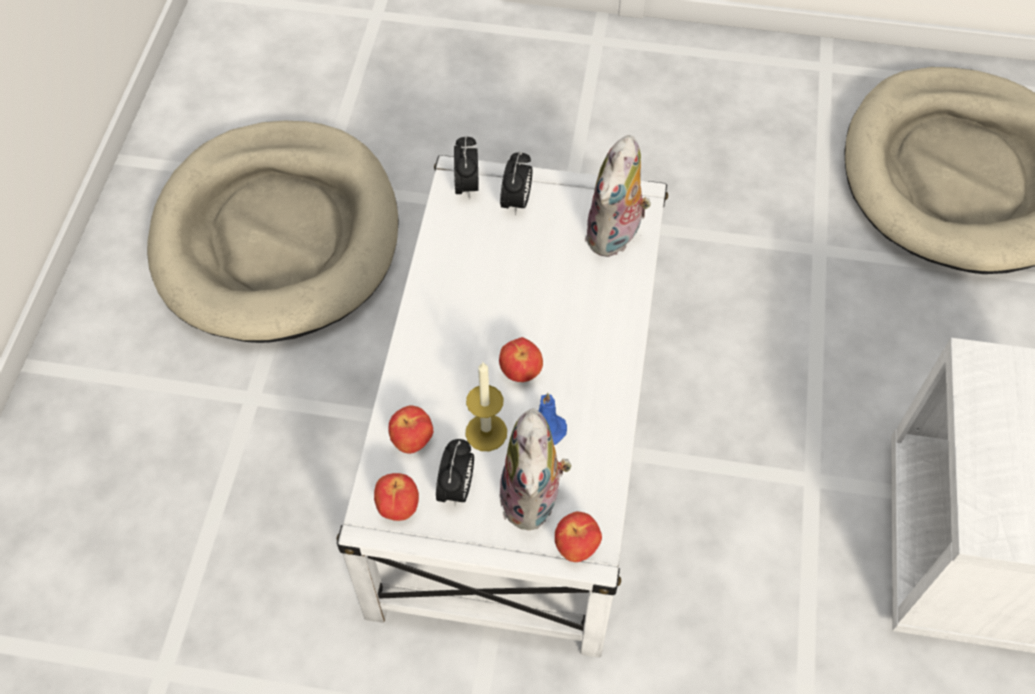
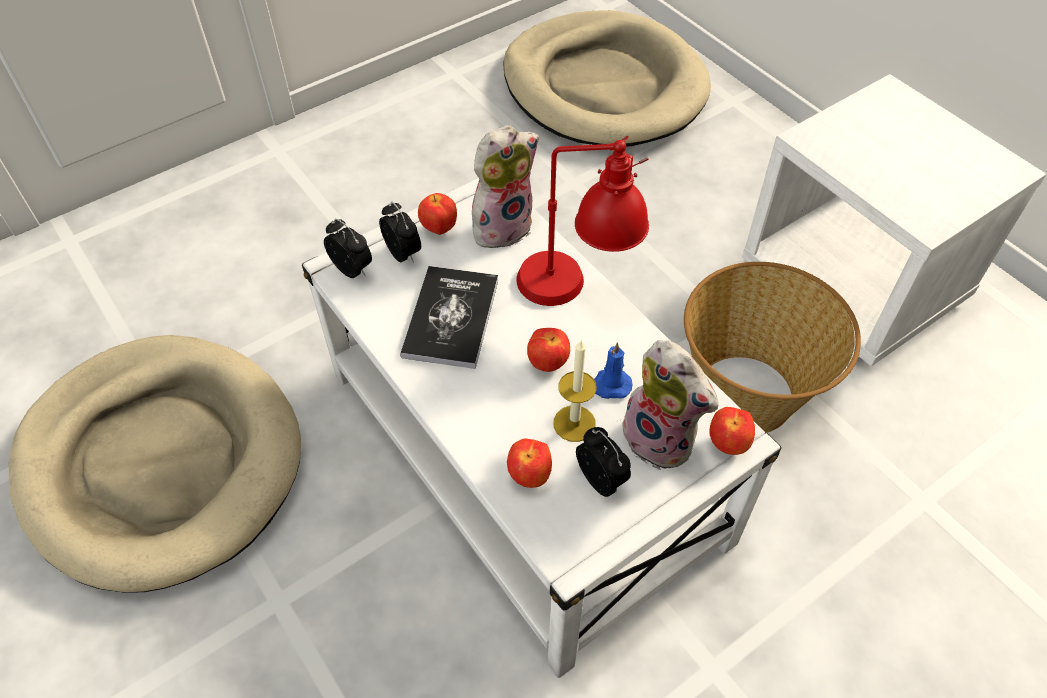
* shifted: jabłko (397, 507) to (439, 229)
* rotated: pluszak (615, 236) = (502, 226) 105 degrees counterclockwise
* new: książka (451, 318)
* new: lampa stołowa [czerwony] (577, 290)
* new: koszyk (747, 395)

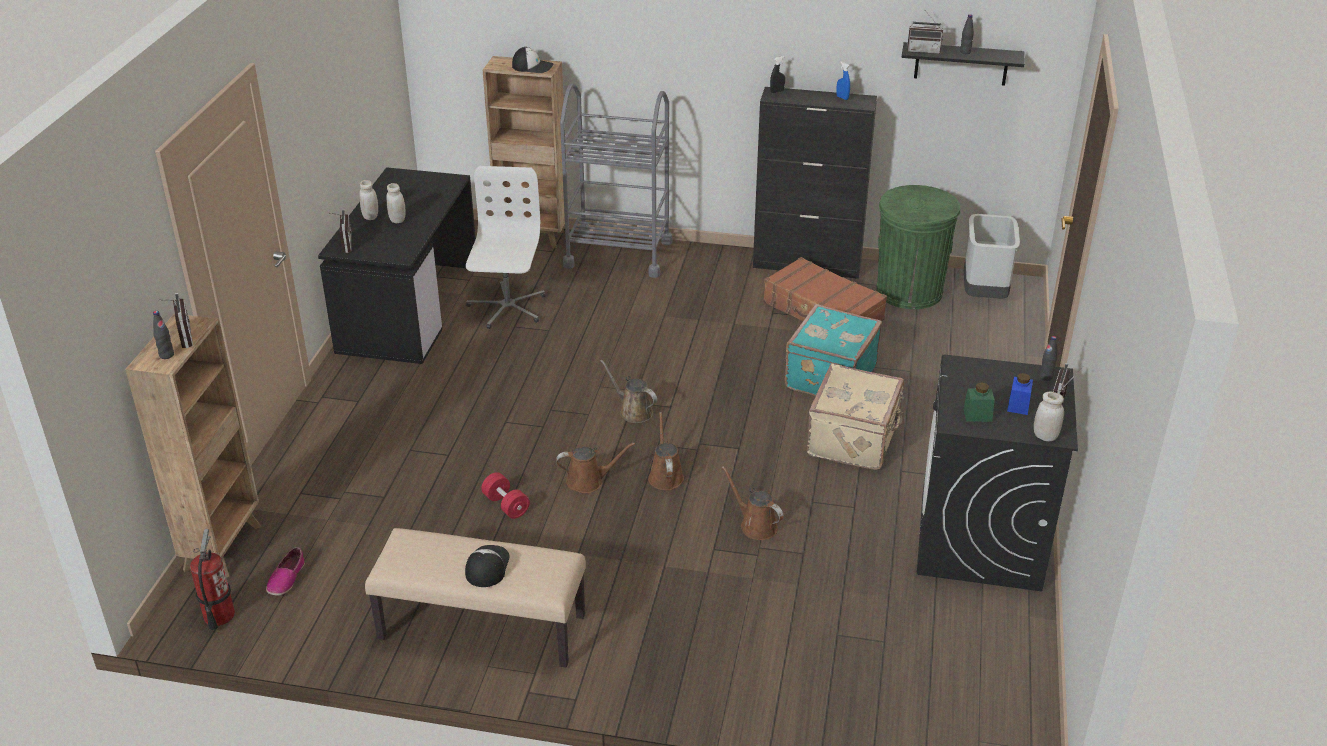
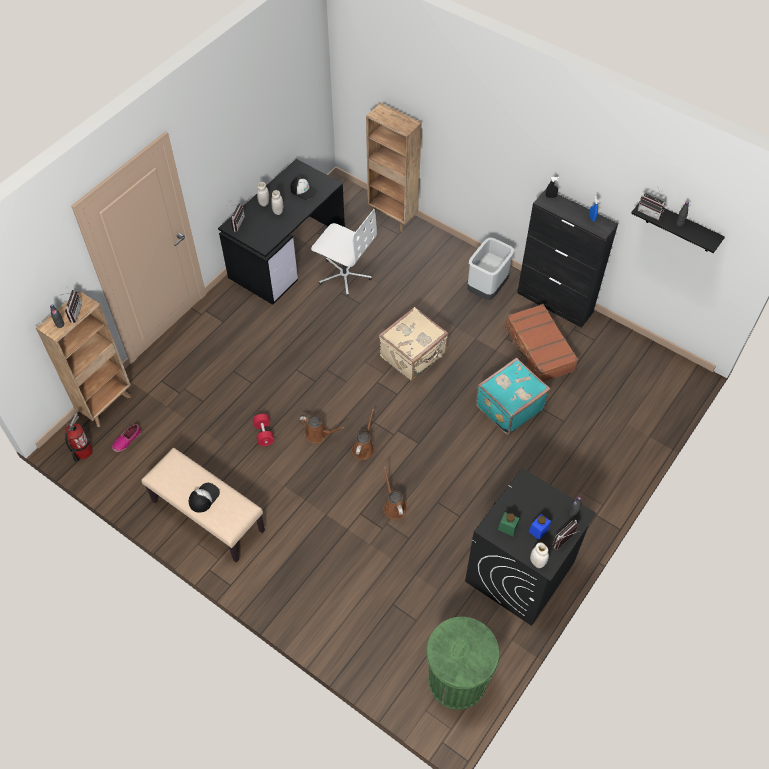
* rotated: krzesło biurowe [biały] (507, 308) = (344, 275) 90 degrees clockwise
* shifted: czapka z daszkiem (533, 66) to (303, 190)
* gone: wózek [szary] (618, 254)
* gone: konewka [brązowy] (633, 411)
* shifted: walizka [beżowy] (854, 440) to (413, 355)
* shifted: kosz na śmieci [zielony] (909, 291) to (457, 680)
* shifted: kosz na śmieci [szary] (985, 294) to (487, 289)

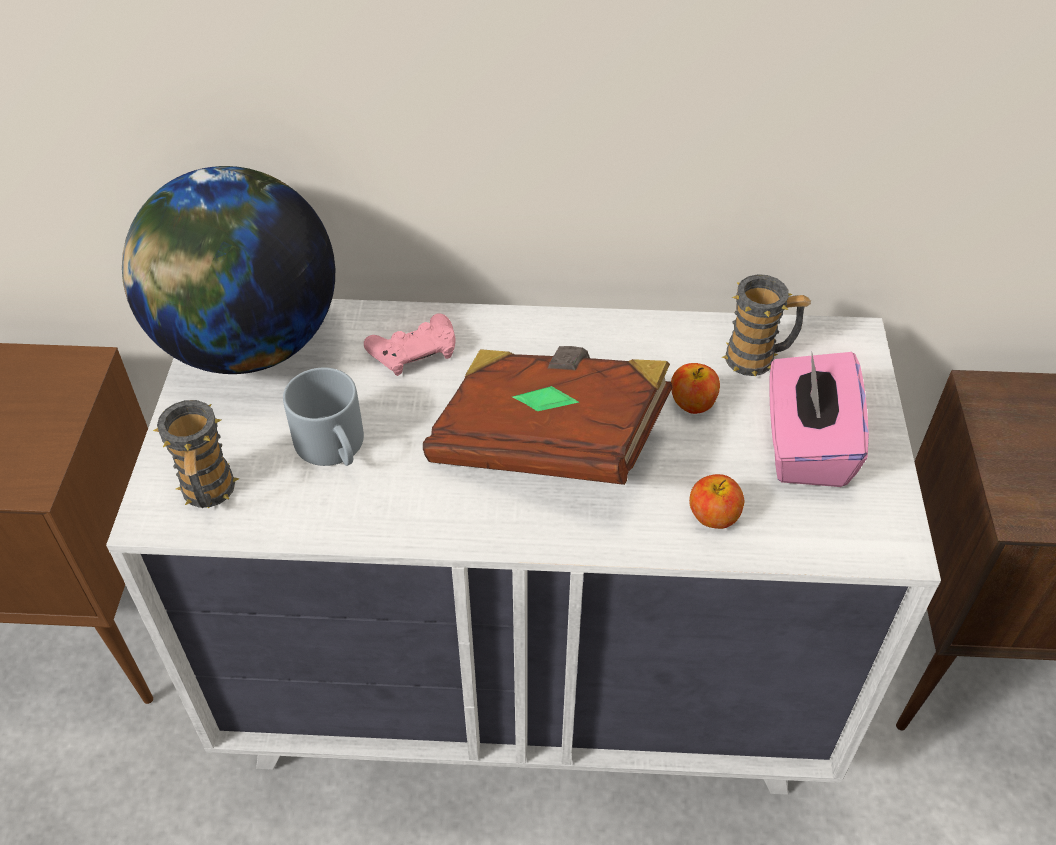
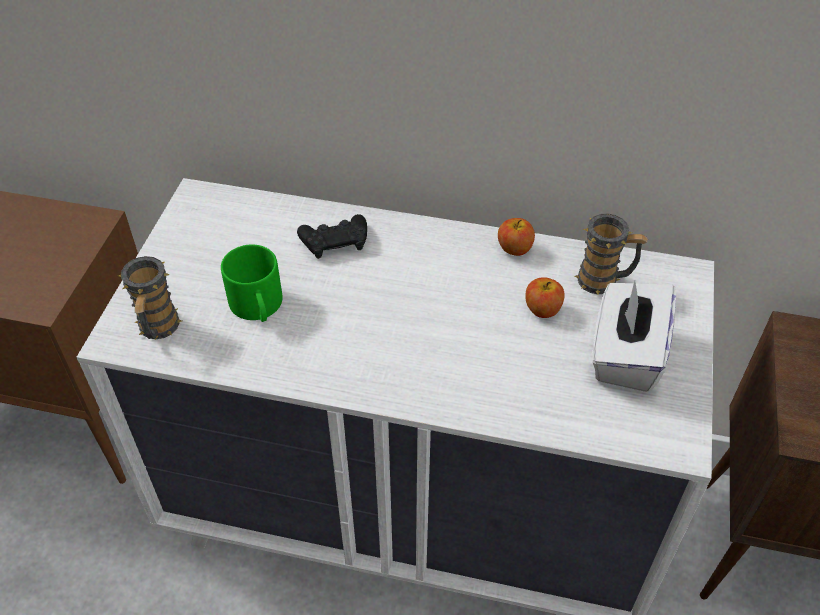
* gone: globus (248, 344)
* repainted: kubek [szary] (335, 447) to kubek [zielony] (259, 307)
* repainted: pad do gier [różowy] (414, 351) to pad do gier [czarny] (335, 241)
* gone: książka [brązowy] (548, 442)
* shifted: jabłko (713, 516) to (514, 249)
* repainted: pudełko chusteczek [różowy] (805, 445) to pudełko chusteczek [biały] (625, 355)

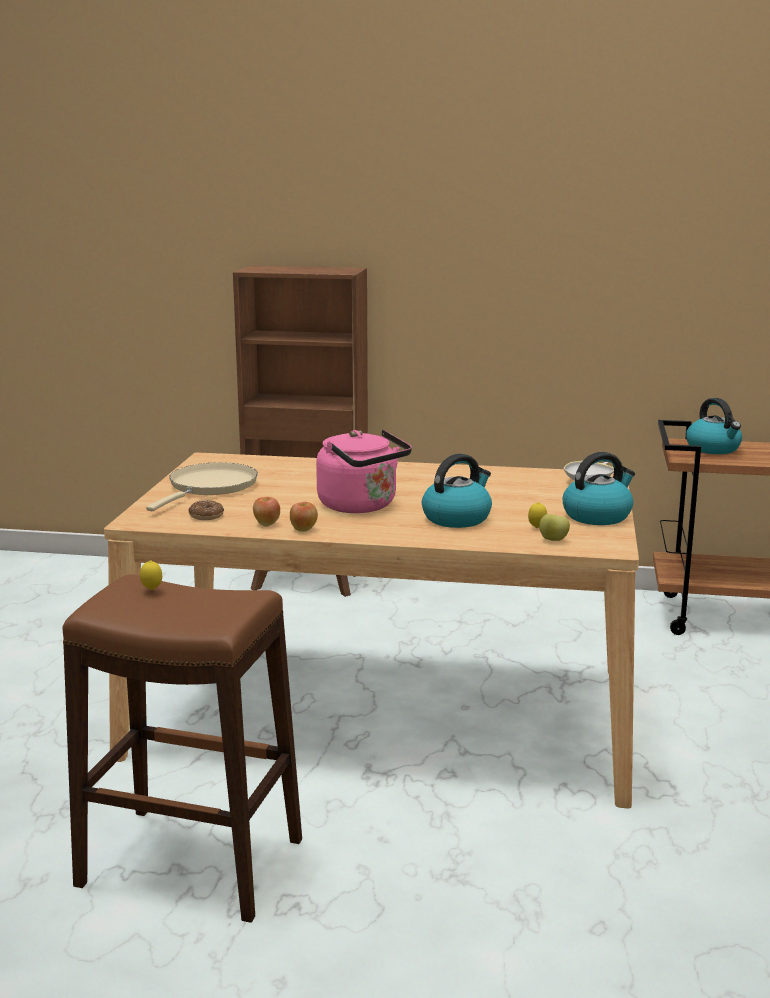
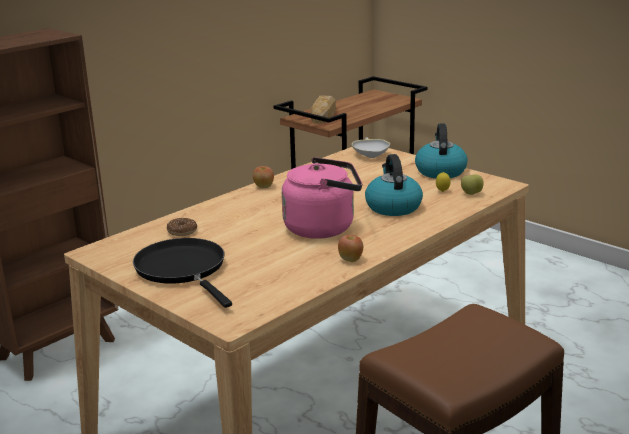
* gone: cytryna (152, 590)
* repainted: patelnia [beżowy] (210, 487) to patelnia [czarny] (183, 269)
* shifted: donut (206, 516) to (182, 231)
* shifted: jabłko (266, 524) to (263, 187)
* swapped: czajnik (714, 449) to chleb (324, 115)

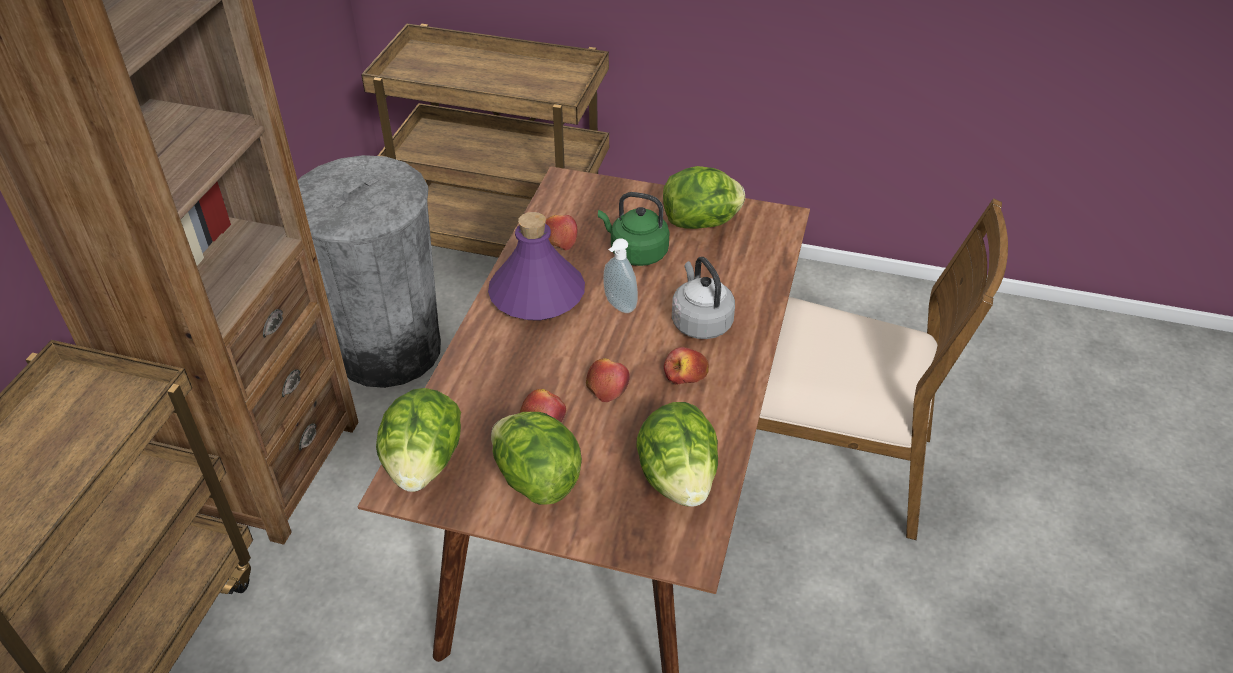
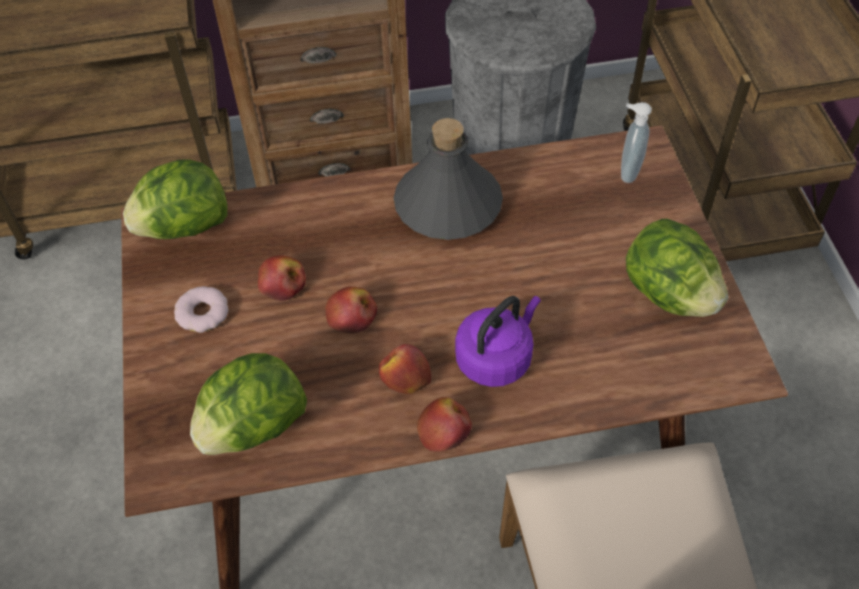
* repainted: butelka [fioletowy] (536, 295) to butelka [szary] (447, 205)
* swapped: sałata (536, 479) to donut (203, 313)
* shifted: jabłko (559, 238) to (444, 429)
* gone: czajnik [zielony] (636, 253)
* shifted: dozownik mydła (618, 307) to (627, 171)
* repainted: czajnik [szary] (700, 321) to czajnik [fioletowy] (496, 358)

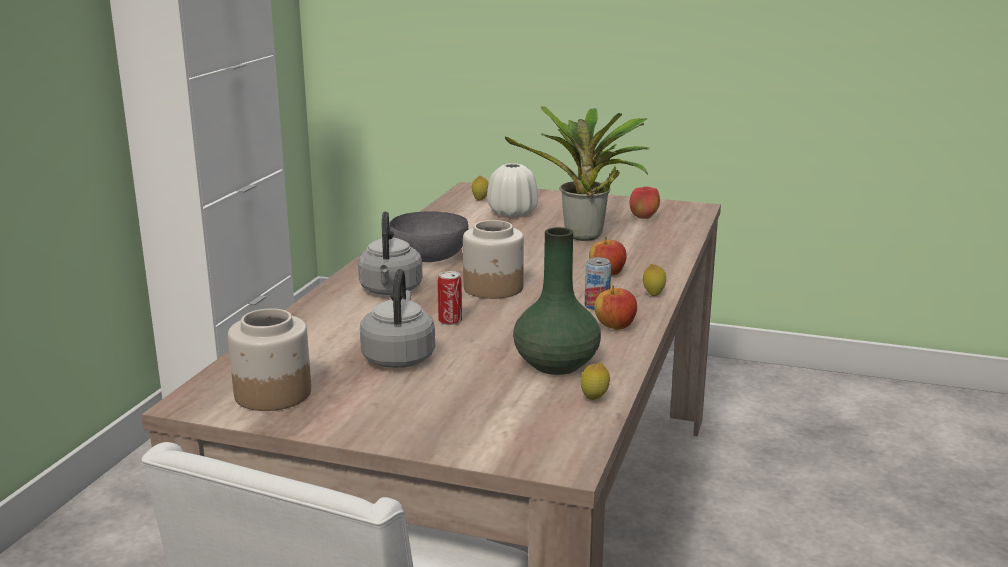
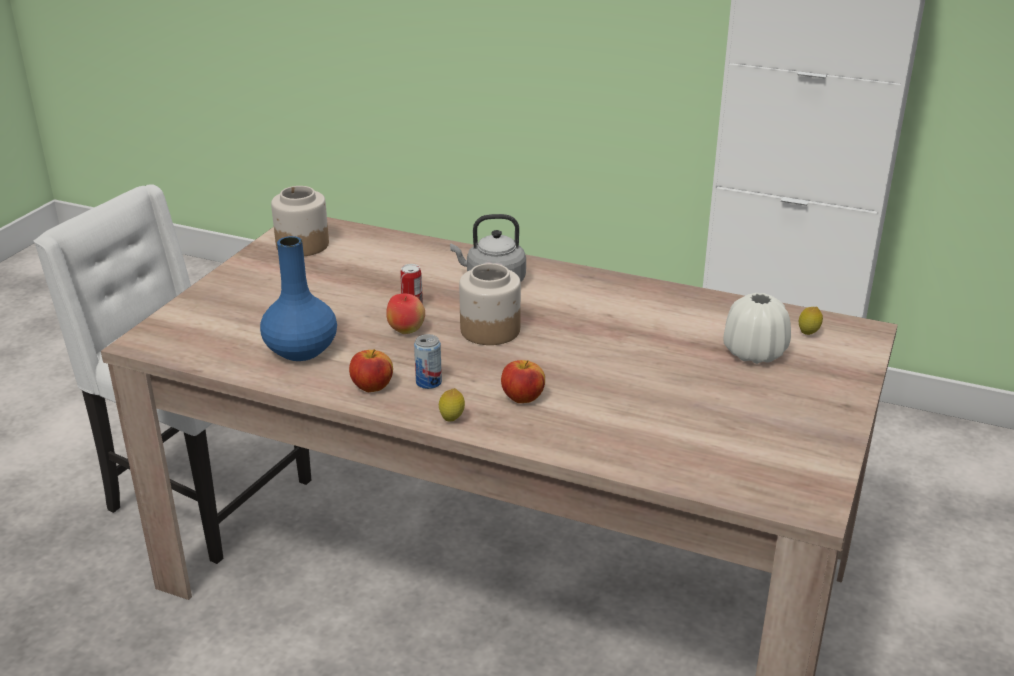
* gone: czajnik [szary] (399, 357)
* gone: miska [szary] (430, 256)
* gone: roślina doniczkowa (585, 238)
* repainted: wazon [zielony] (555, 365) to wazon [niebieski] (301, 350)
* gone: cytryna (594, 399)
* shifted: jabłko (643, 217) to (406, 331)

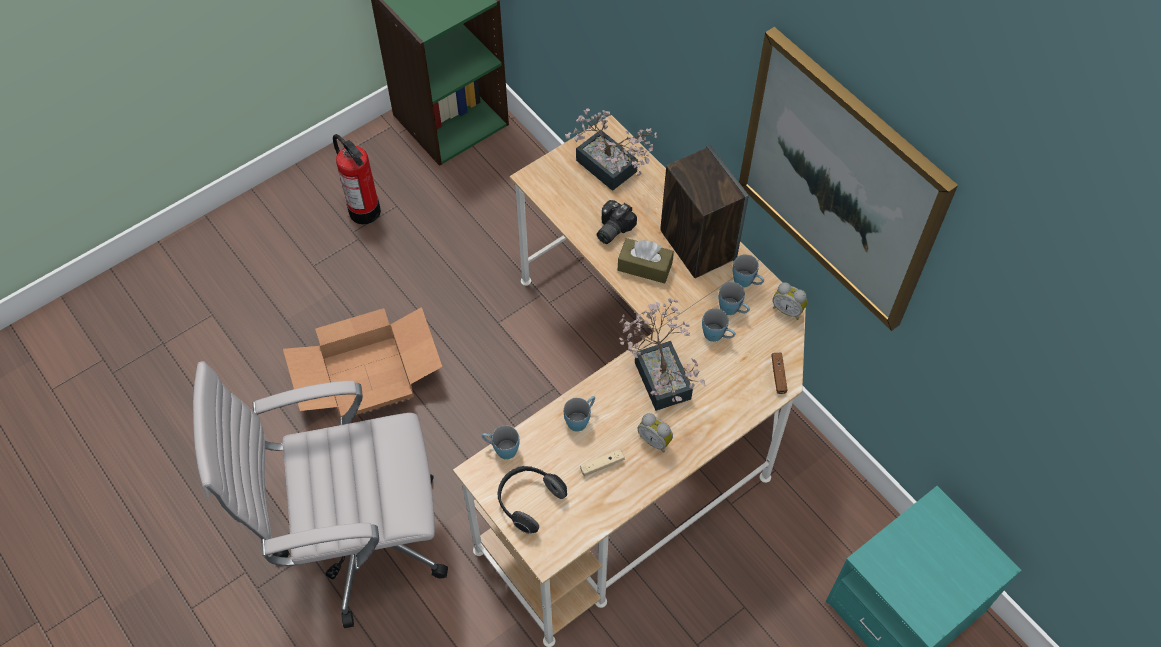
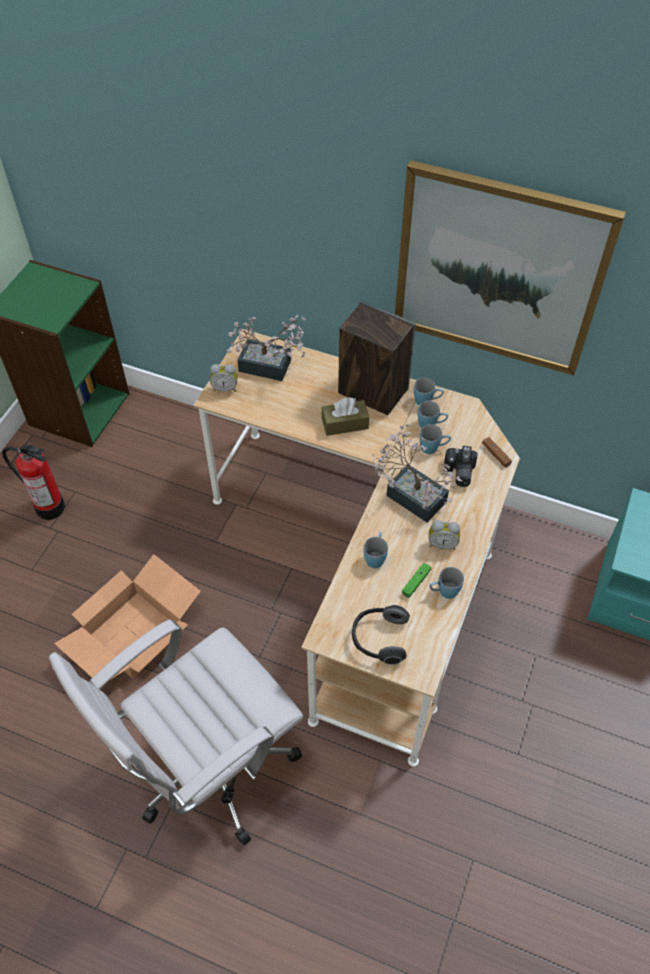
* shifted: kubek [niebieski] (501, 449) to (444, 592)
* repainted: pad do gier [beżowy] (602, 465) to pad do gier [zielony] (416, 582)
* shifted: aparat fotograficzny (611, 228) to (458, 473)
* shifted: budzik (788, 310) to (225, 388)

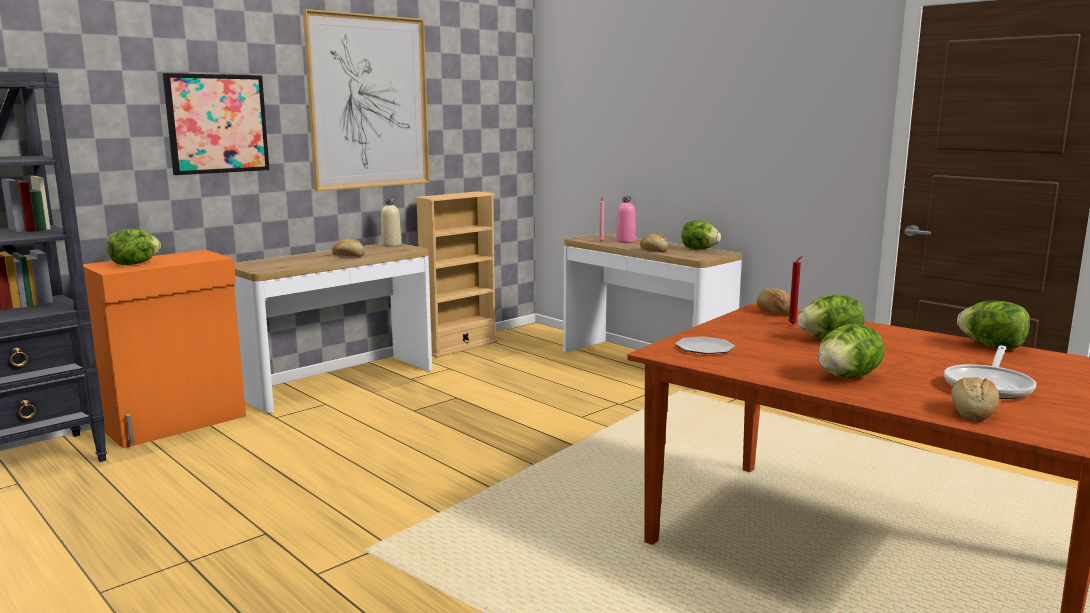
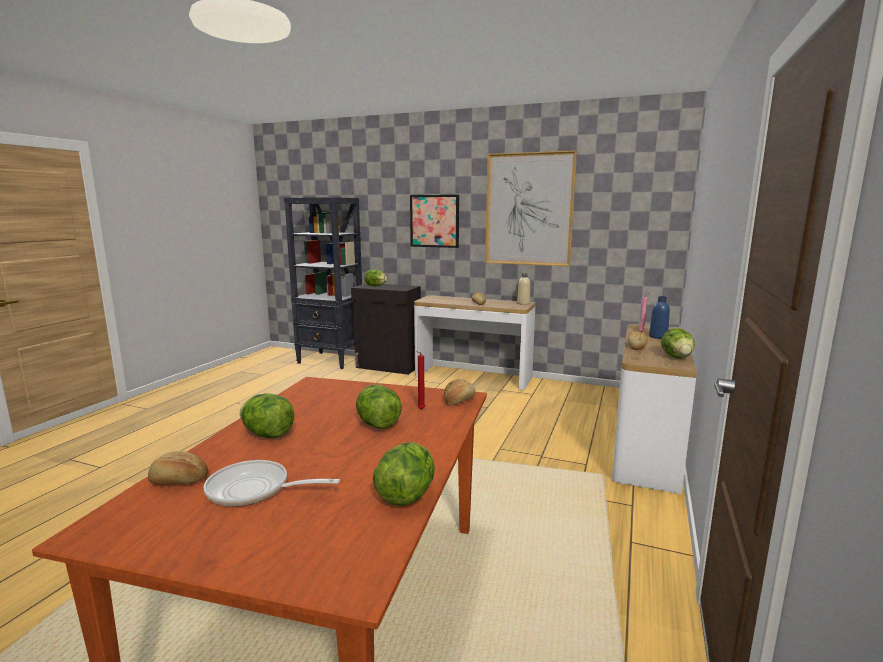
* repainted: szafka [pomarańczowy] (177, 423) to szafka [czarny] (388, 367)
* gone: regał [beżowy] (459, 347)
* repainted: butelka [różowy] (625, 241) to butelka [niebieski] (658, 337)
* gone: talerz (704, 348)

